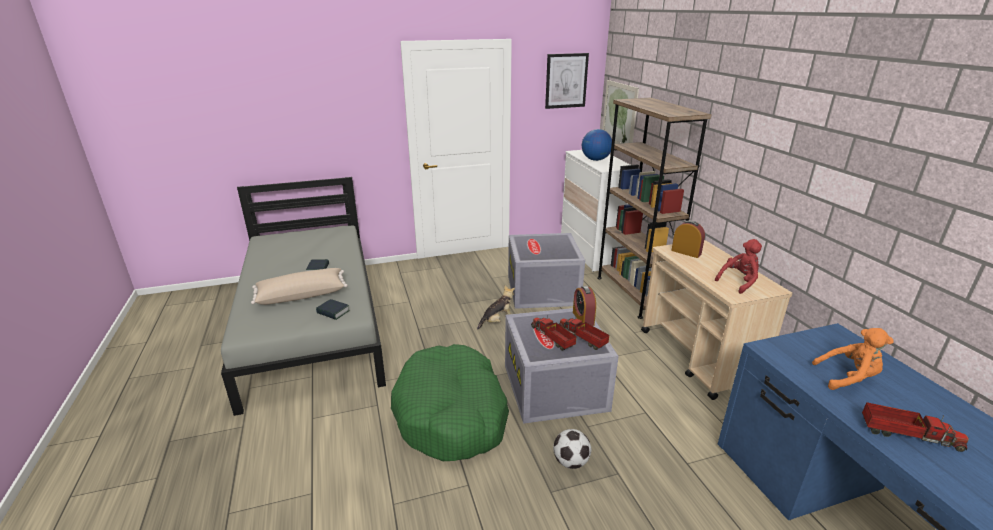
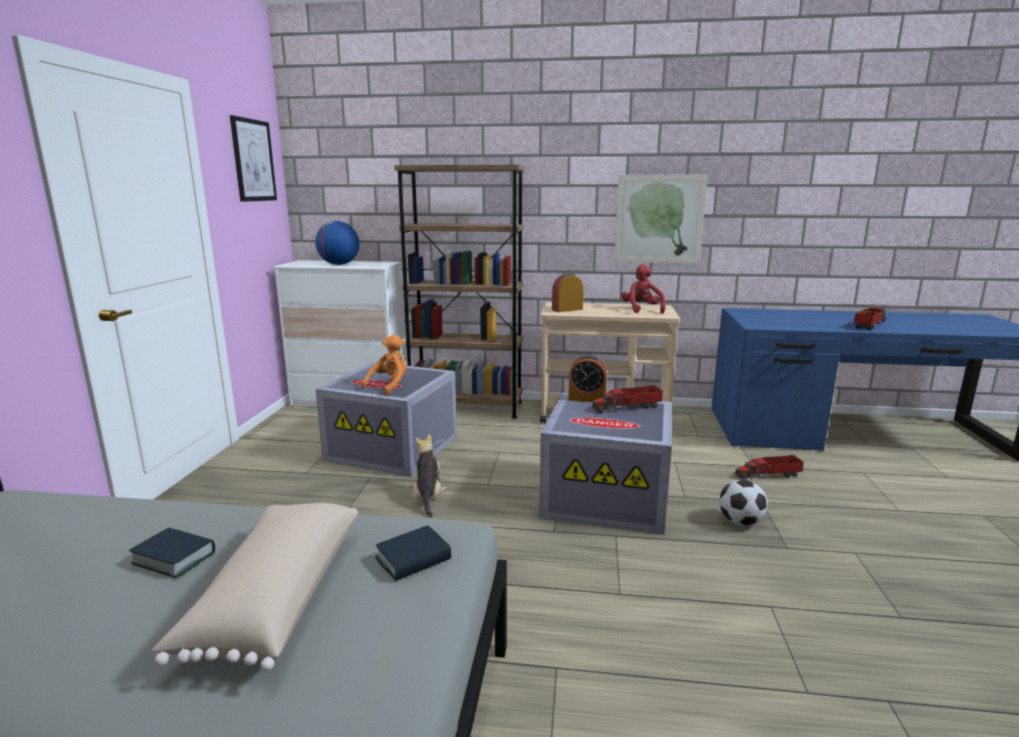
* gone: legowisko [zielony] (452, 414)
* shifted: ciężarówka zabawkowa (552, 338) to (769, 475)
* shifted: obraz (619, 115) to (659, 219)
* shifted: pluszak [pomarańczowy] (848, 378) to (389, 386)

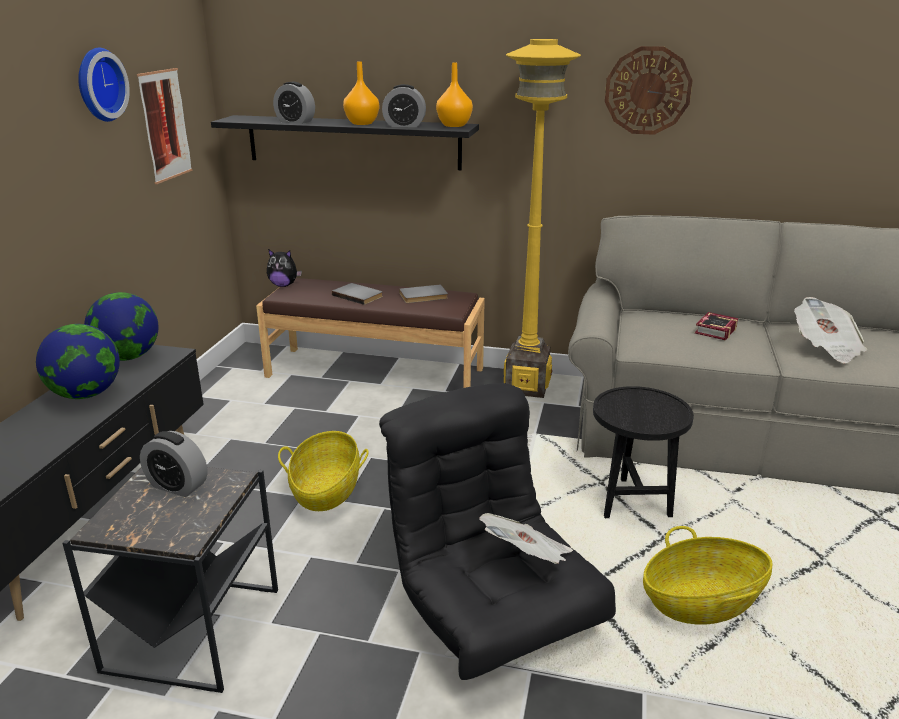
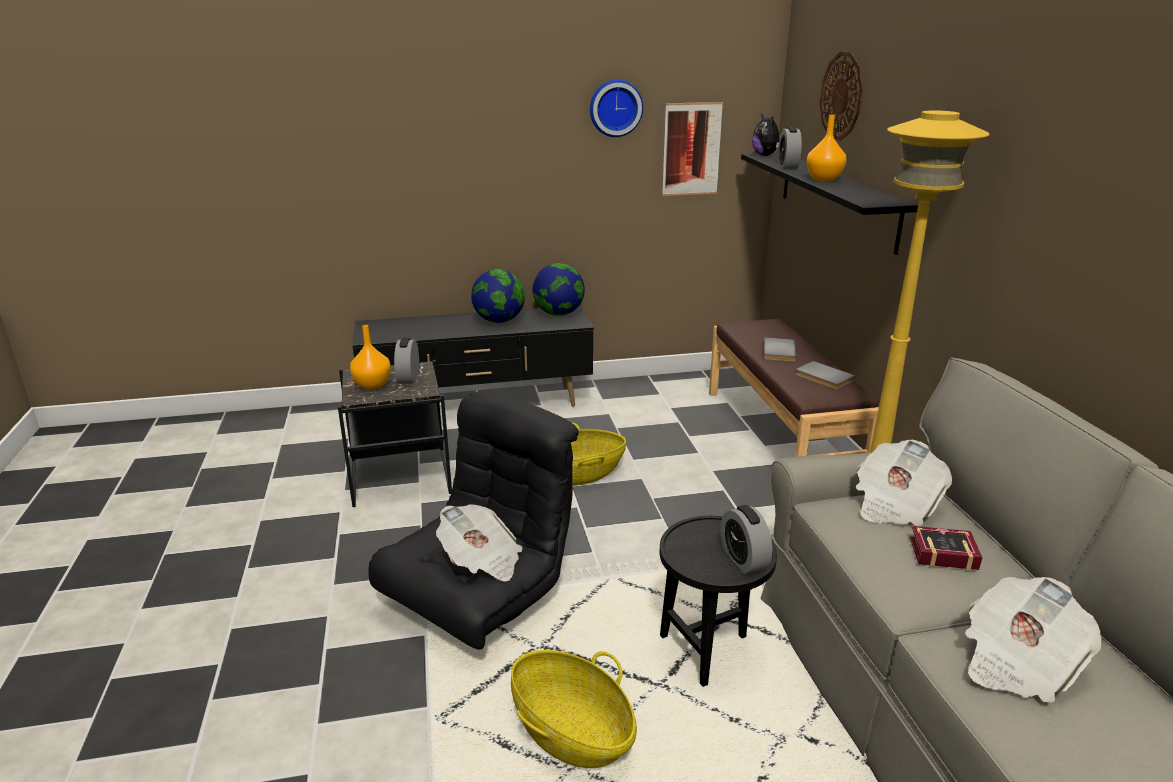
* shifted: pluszak (284, 285) to (766, 155)
* shifted: budzik (404, 125) to (743, 559)
* shifted: wazon [pomarańczowy] (453, 125) to (372, 384)
* shifted: zegar ścienny (647, 91) to (842, 96)
* new: gazeta (894, 504)

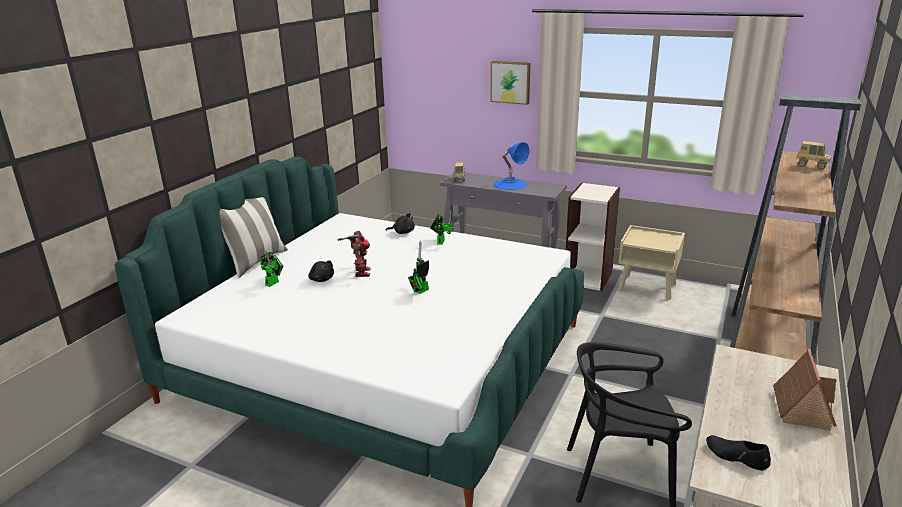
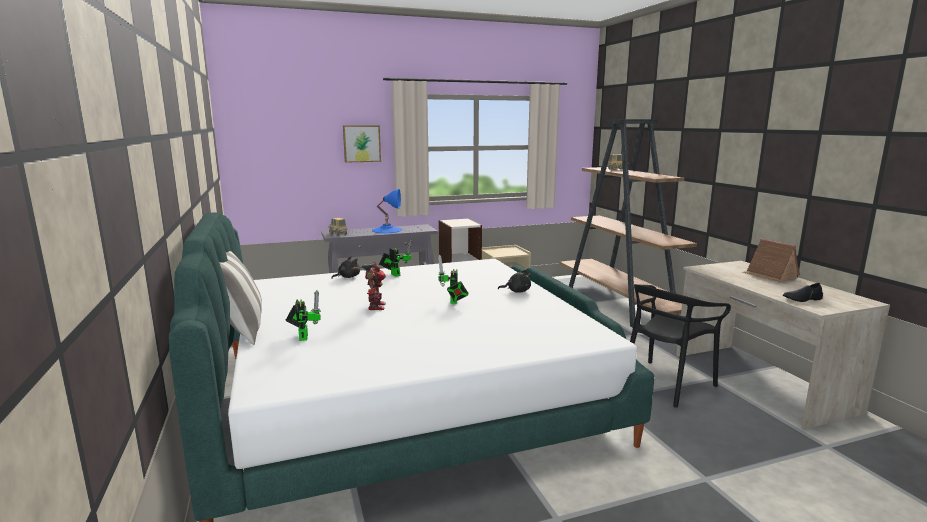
* shifted: pluszak [czarny] (321, 279) to (517, 291)
* rotated: robot zabawkowy (360, 272) = (374, 306) 45 degrees clockwise

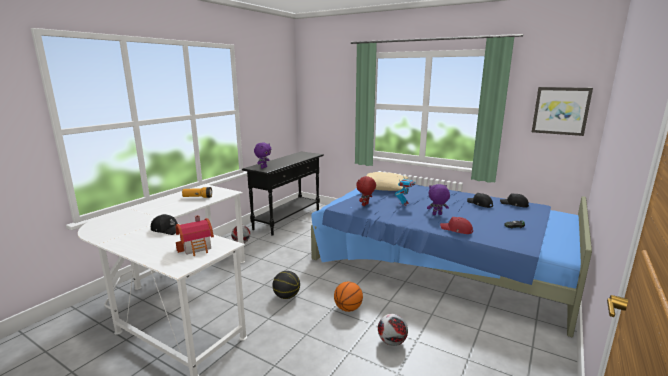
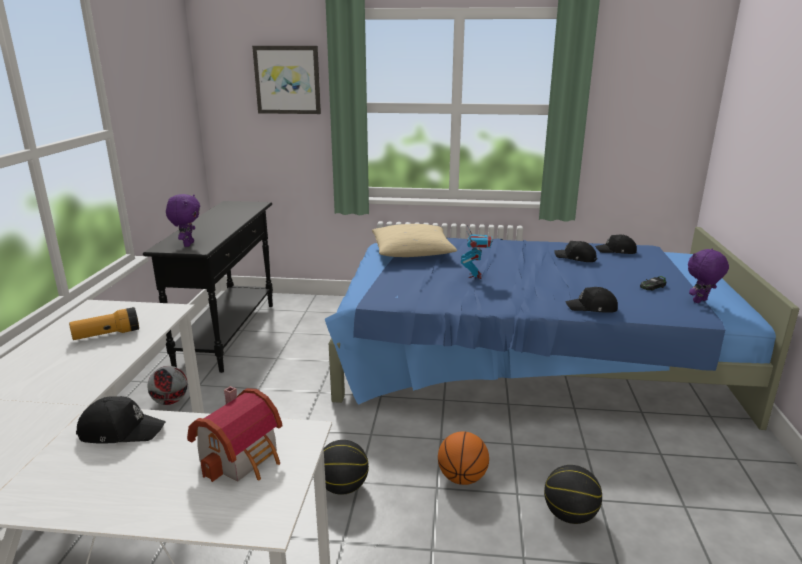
* gone: pluszak [czerwony] (365, 205)
* swapped: piłka futbolowa (391, 342) to piłka do koszykówki (570, 515)
* shifted: pluszak [fioletowy] (437, 214) to (700, 301)
* repainted: czapka z daszkiem [czerwony] (456, 230) to czapka z daszkiem [czarny] (592, 308)
* shifted: obraz (560, 111) to (287, 80)

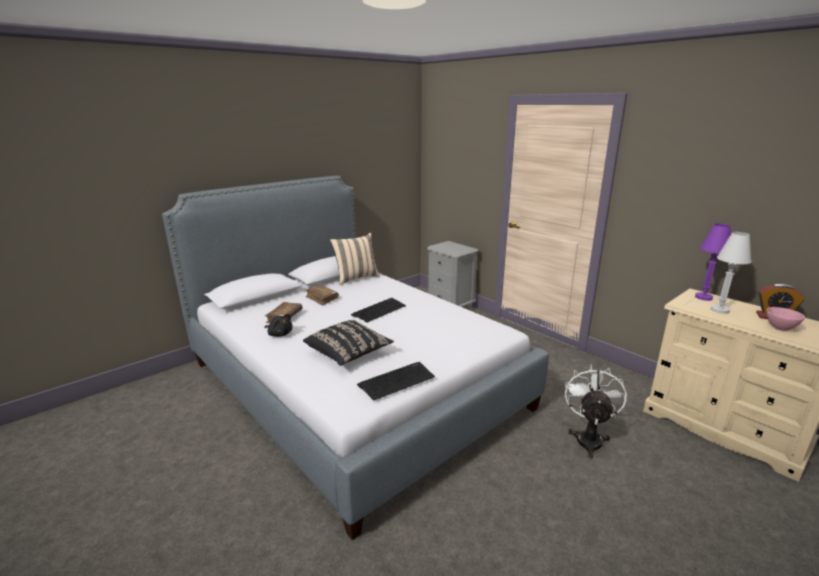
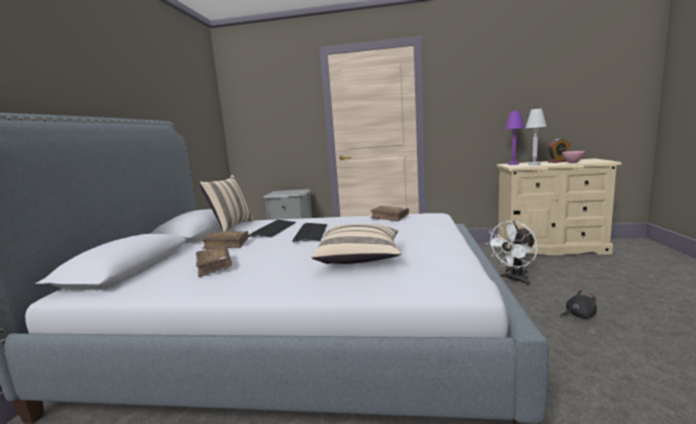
* shifted: pluszak [czarny] (279, 334) to (578, 315)
* repainted: poduszka [czarny] (348, 353) to poduszka [beżowy] (359, 259)
* shifted: klawiatura (396, 381) to (273, 229)
* rotated: wentylator [biały] (588, 438) = (514, 280) 105 degrees counterclockwise
* new: książka [brązowy] (390, 217)

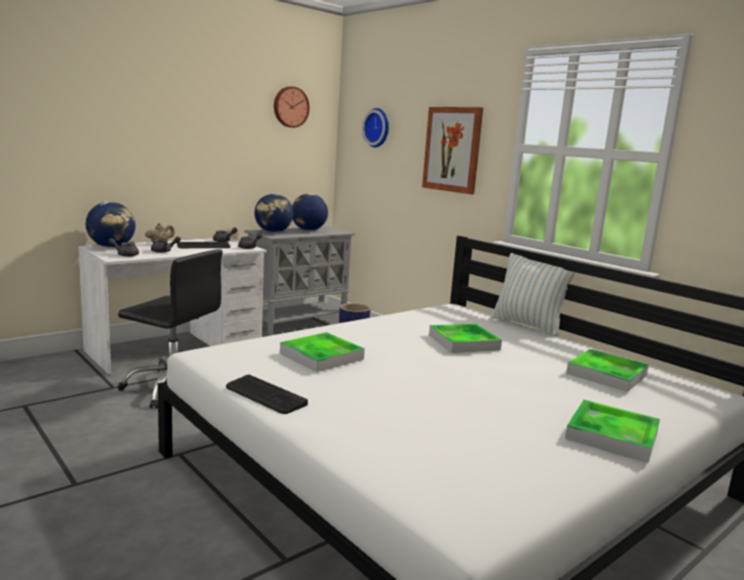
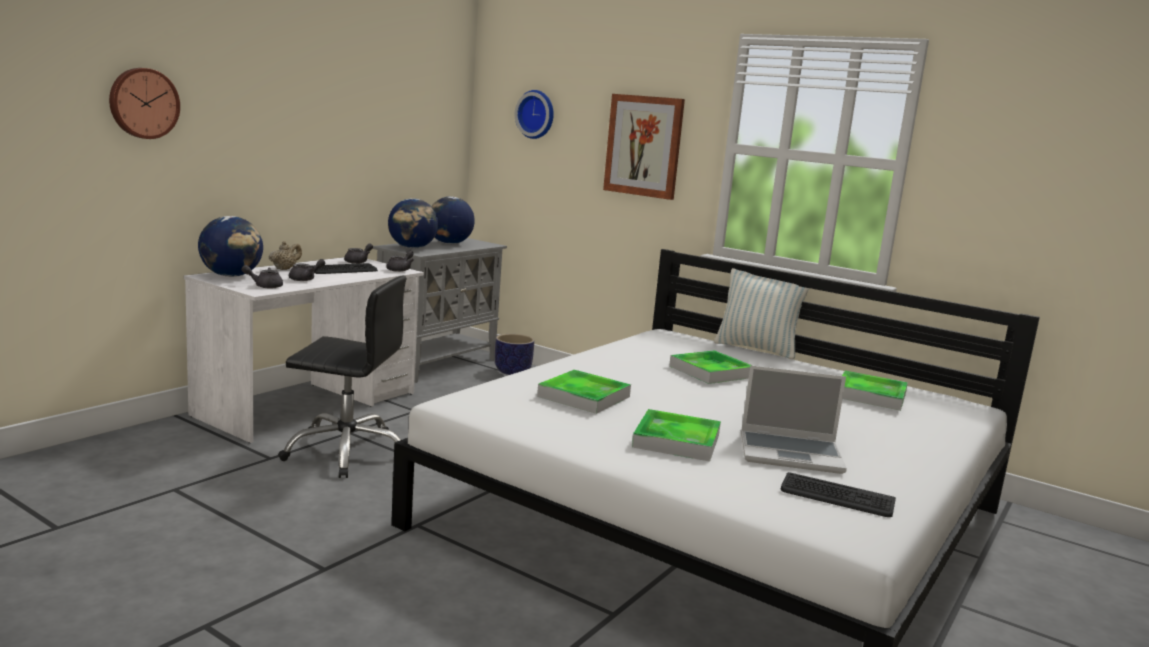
* shifted: klawiatura (265, 395) to (837, 497)
* shifted: zegar ścienny (290, 107) to (143, 103)
* shifted: taca (612, 435) to (676, 441)
* new: laptop (791, 454)

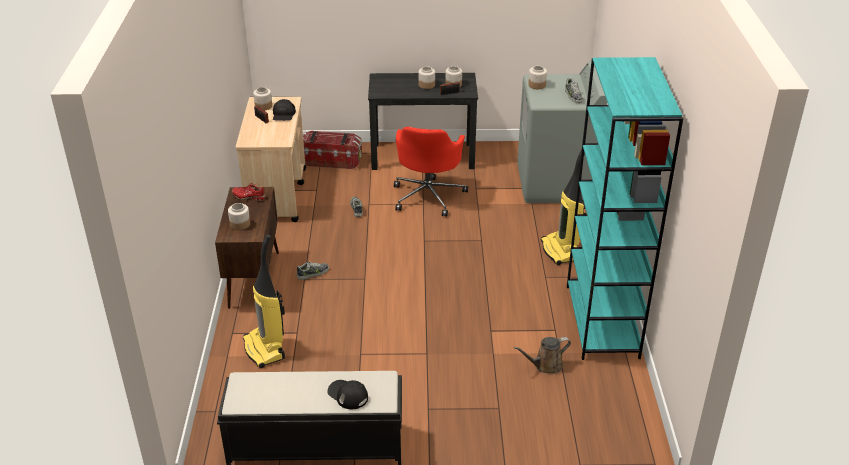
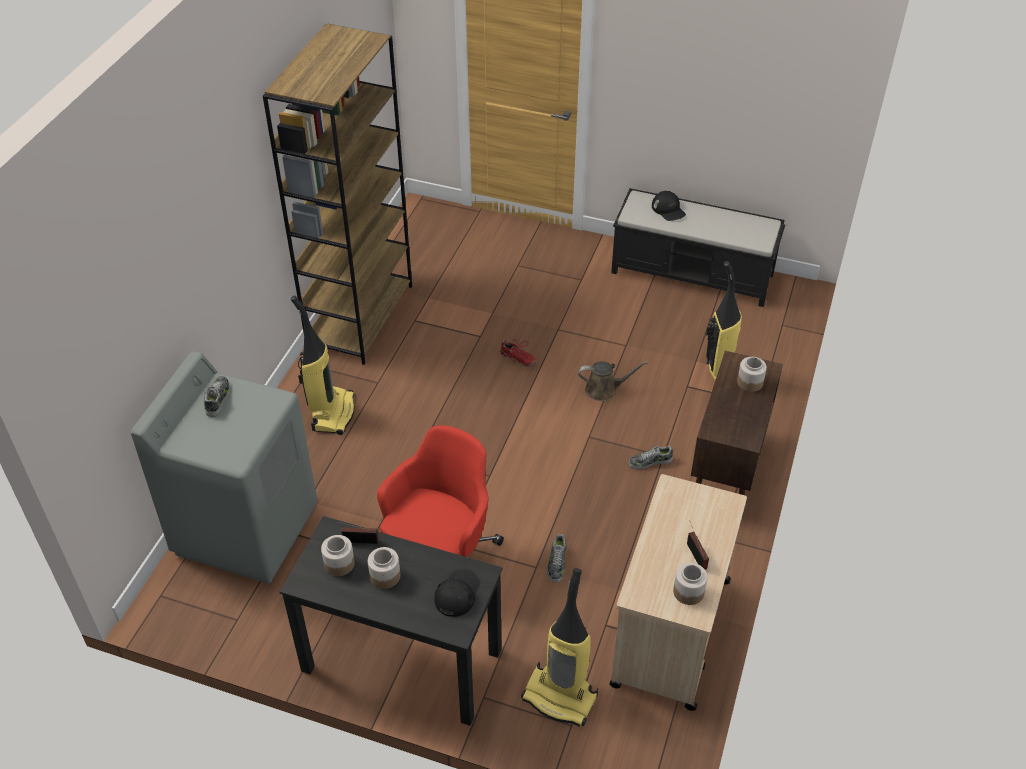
* shifted: but [czerwony] (249, 196) to (518, 359)
* shifted: czapka z daszkiem [czarny] (283, 114) to (457, 593)
* swapped: pojemnik do przechowywania (330, 160) to odkurzacz (561, 697)
* shifted: konewka [brązowy] (545, 365) to (604, 390)
* gone: słoik (537, 85)
* repainted: regał [turkusowy] (602, 321) to regał [brązowy] (360, 316)

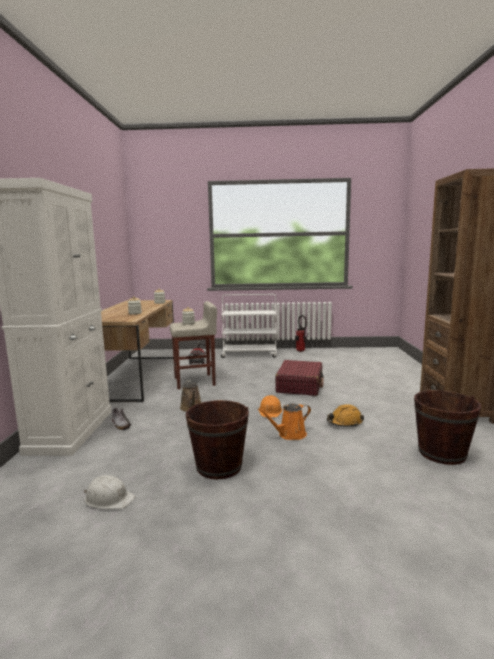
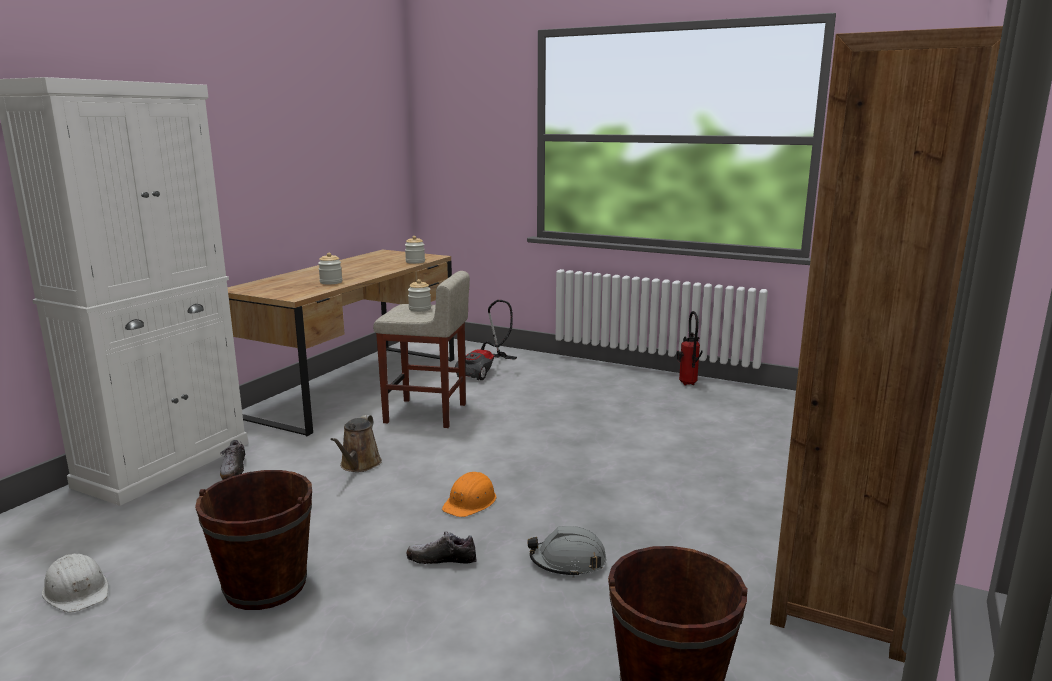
* gone: wózek [biały] (249, 354)
* swapped: konewka [pomarańczowy] (290, 435) to but (441, 559)
* gone: walizka [czerwony] (300, 386)
* repainted: kask [pomarańczowy] (344, 422) to kask [szary] (568, 562)

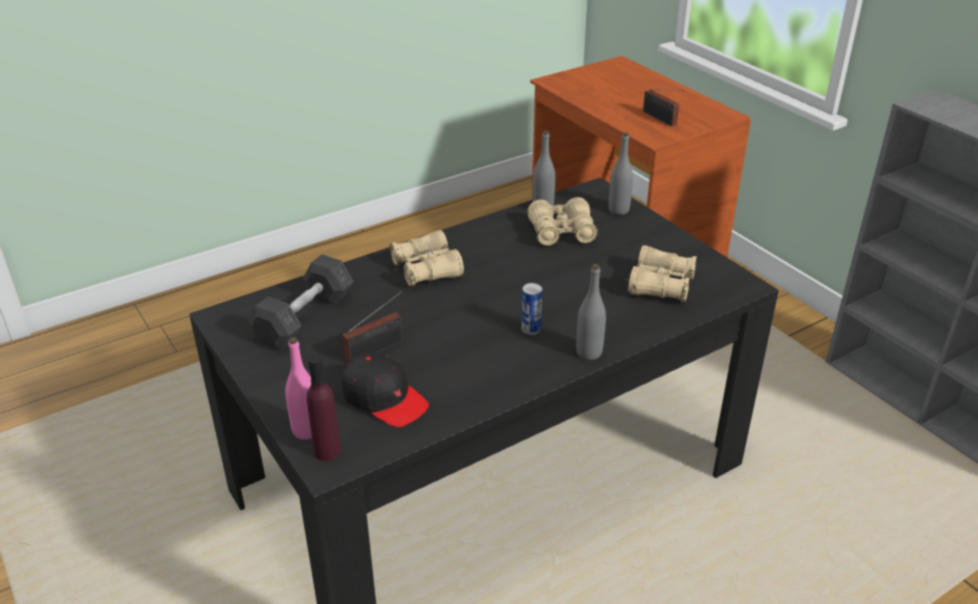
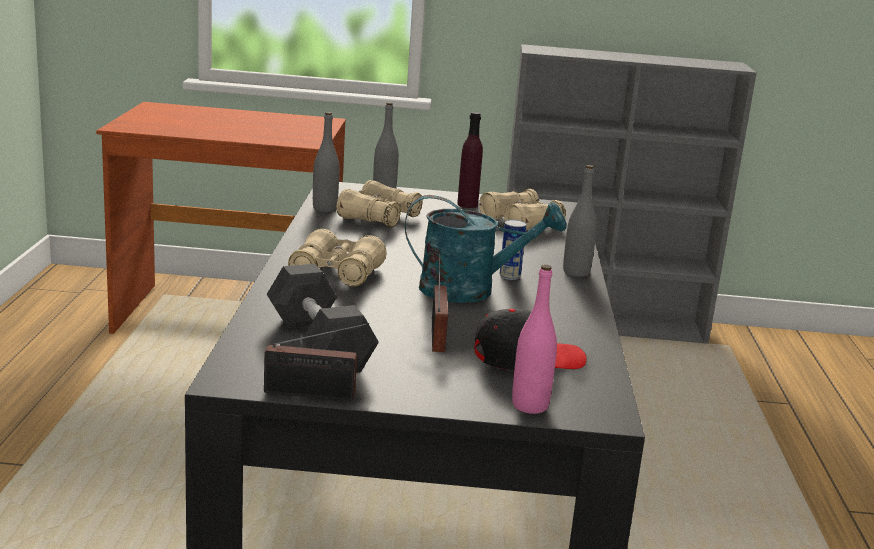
* shifted: butelka [fioletowy] (327, 451) to (467, 204)
* shifted: radio (661, 119) to (314, 394)
* new: konewka [turkusowy] (470, 290)

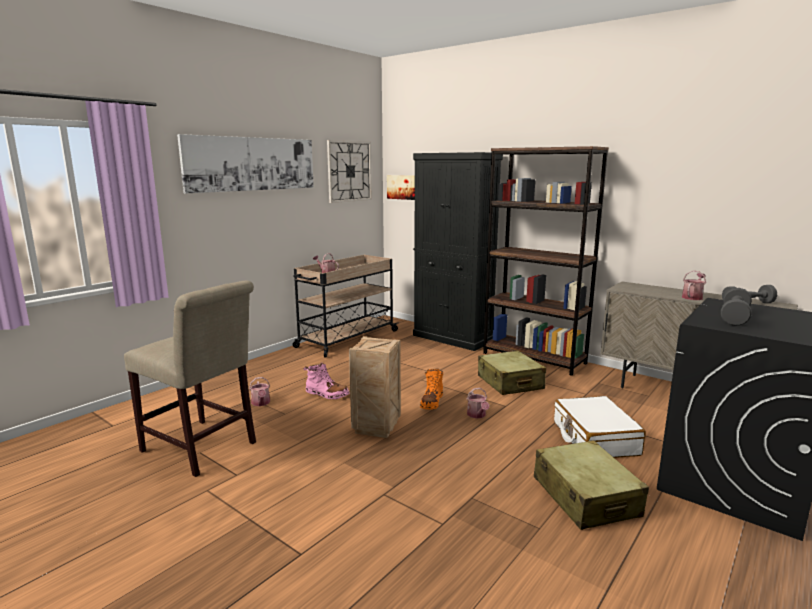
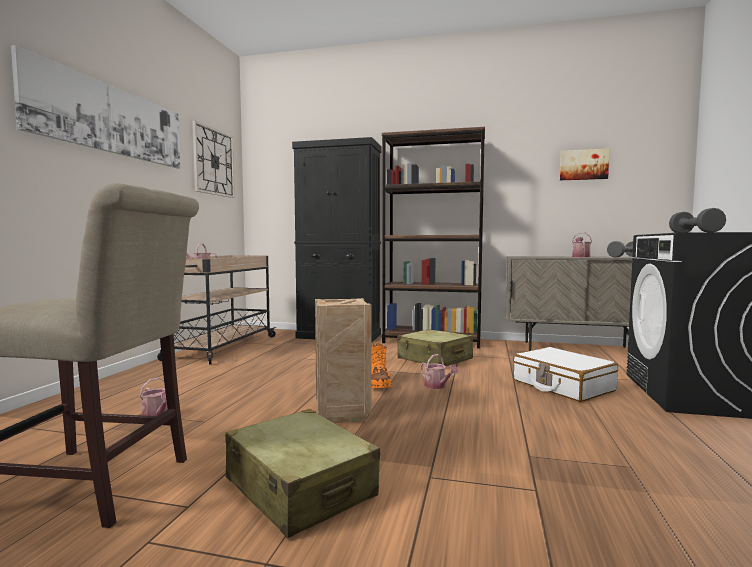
* gone: but z cholewką [różowy] (326, 394)
* shifted: obraz (402, 187) to (583, 165)
* shifted: walizka [beżowy] (585, 497) to (300, 488)

